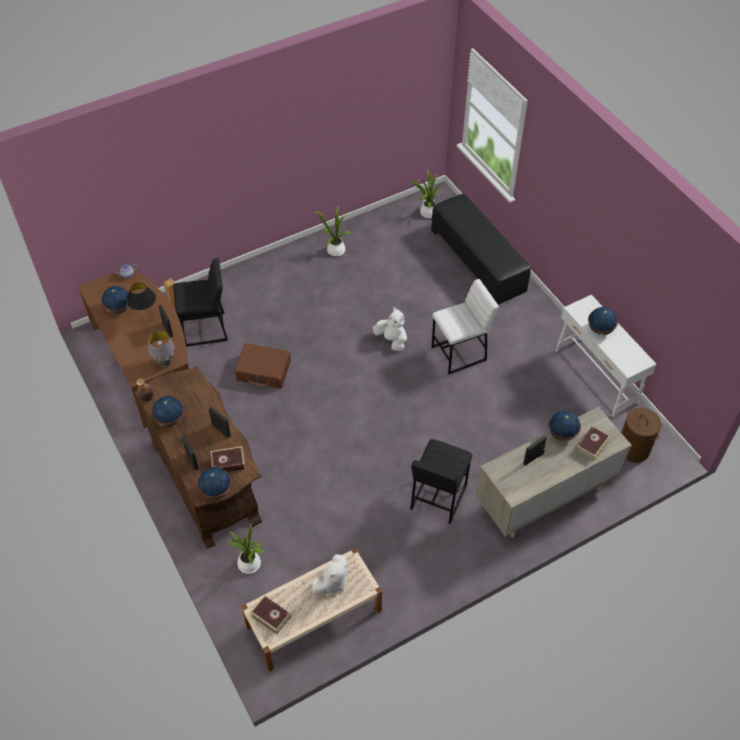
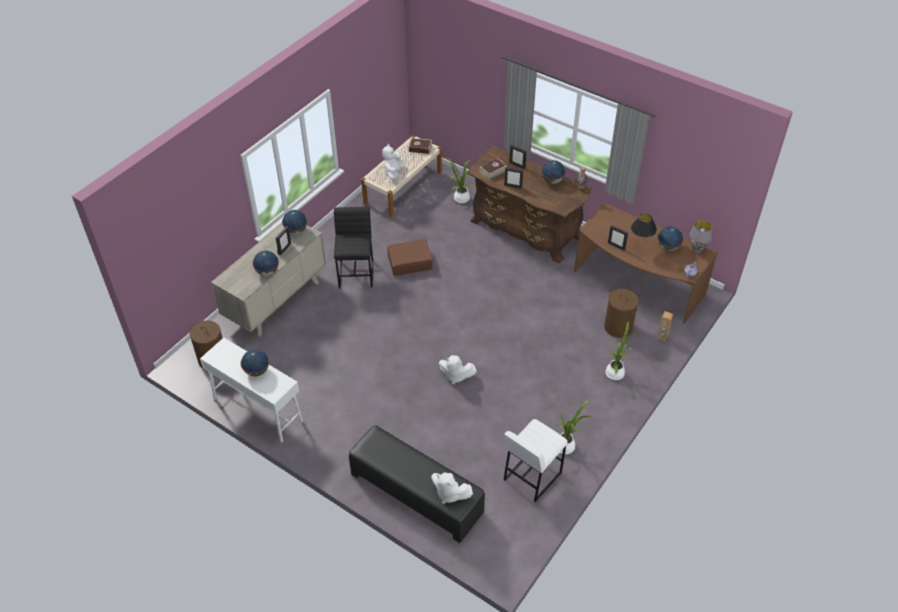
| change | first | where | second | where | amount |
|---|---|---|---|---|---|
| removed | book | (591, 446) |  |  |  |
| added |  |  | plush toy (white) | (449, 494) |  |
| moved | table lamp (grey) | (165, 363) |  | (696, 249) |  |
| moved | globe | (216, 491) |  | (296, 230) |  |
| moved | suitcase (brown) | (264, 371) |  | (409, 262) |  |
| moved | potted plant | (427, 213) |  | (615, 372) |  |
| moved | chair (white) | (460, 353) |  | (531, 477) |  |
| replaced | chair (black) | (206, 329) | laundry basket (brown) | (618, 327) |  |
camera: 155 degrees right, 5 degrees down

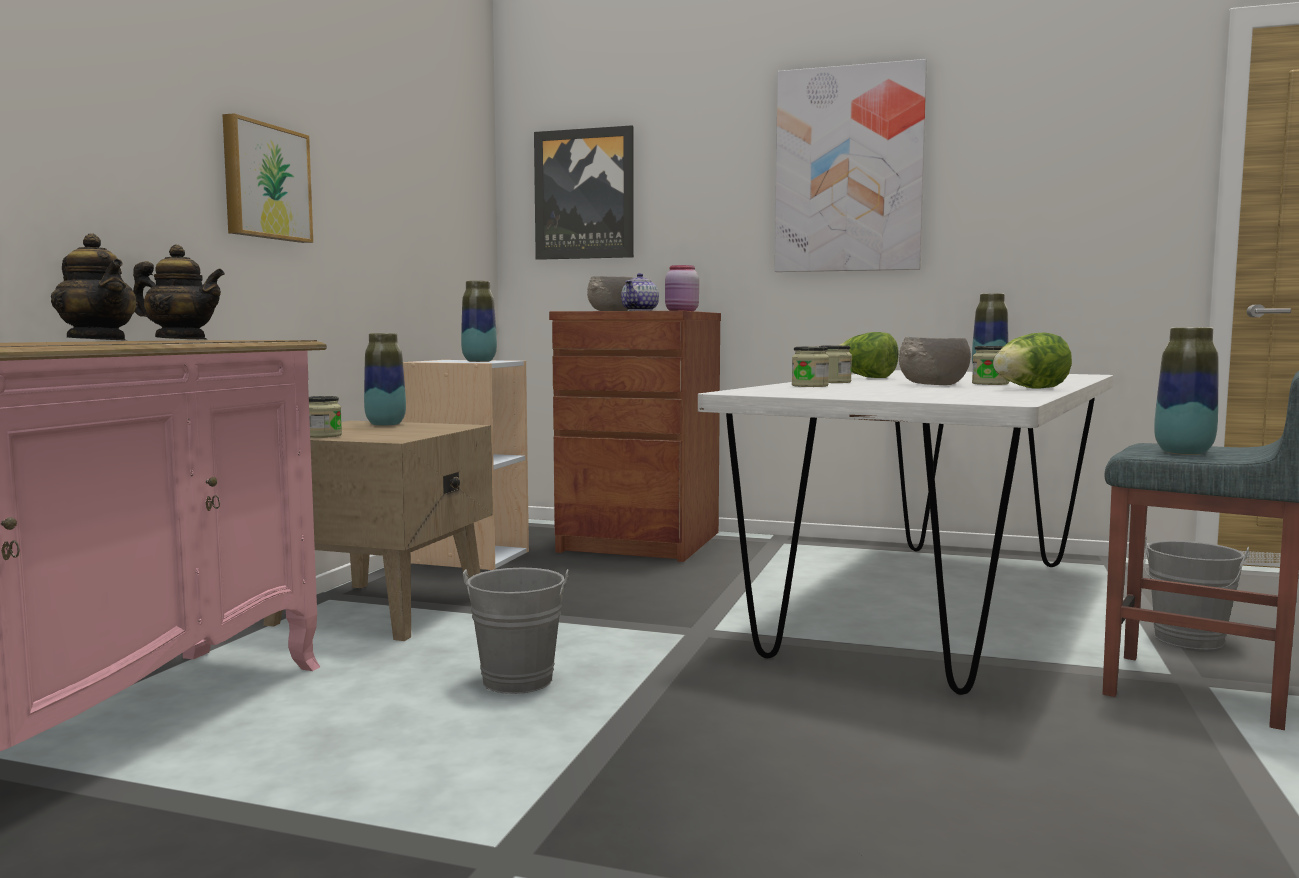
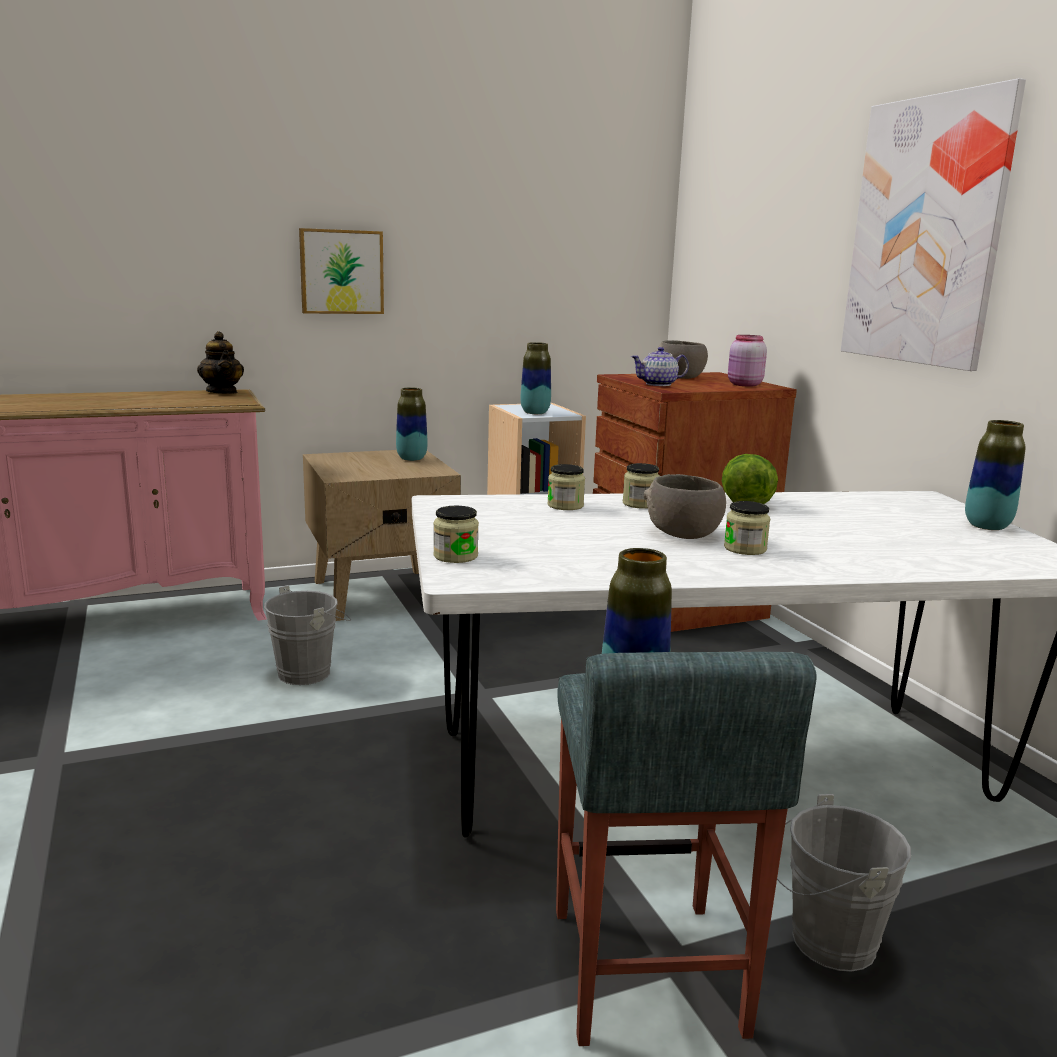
| change | first | where | second | where | amount |
|---|---|---|---|---|---|
| removed | teapot | (98, 340) |  |  |  |
| removed | picture | (584, 194) |  |  |  |
| removed | lettuce | (1029, 389) |  |  |  |
| moved | jar | (323, 435) |  | (455, 556) |  |
camera: 50 degrees right, 10 degrees up

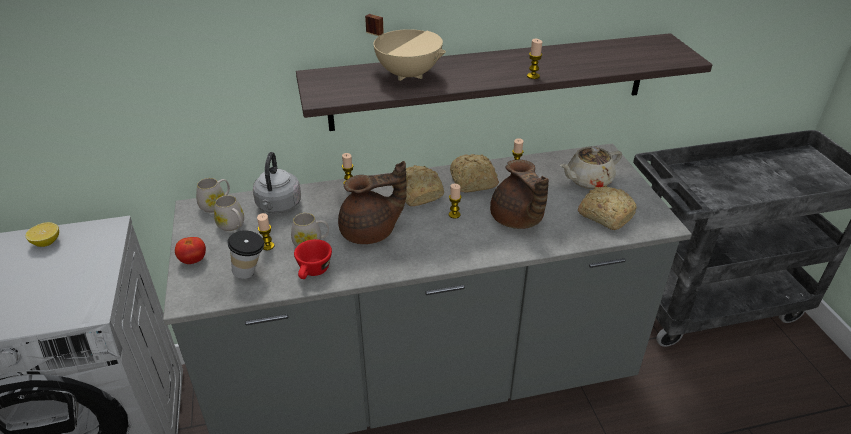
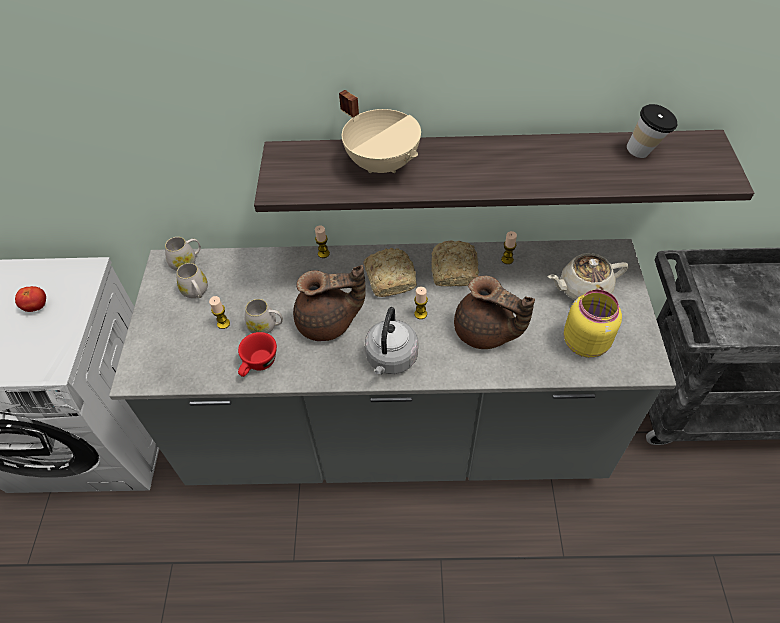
| change | first | where | second | where | amount |
|---|---|---|---|---|---|
| removed | lemon | (47, 242) |  |  |  |
| removed | candle | (533, 76) |  |  |  |
| moved | tomato | (193, 260) |  | (36, 306) |  |
| moved | cup | (251, 272) |  | (645, 152) |  |
| moved | kettle (grey) | (278, 206) |  | (391, 359) |  |
| replaced | bread | (605, 215) | jar (yellow) | (585, 341) |  |
| turned | teapot (brown) | (517, 220) |  | (485, 332) | 45 degrees counterclockwise |
camera: 15 degrees right, 15 degrees up

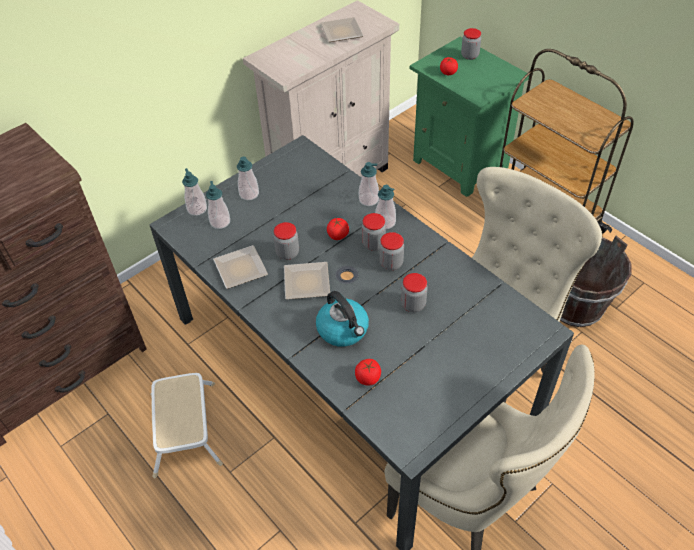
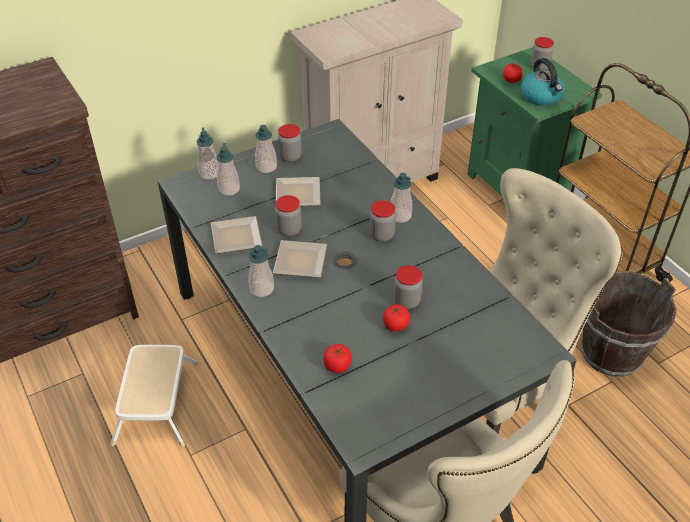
| change | first | where | second | where | amount |
|---|---|---|---|---|---|
| moved | kettle | (343, 330) |  | (541, 96) |  |
| moved | plate | (343, 33) |  | (299, 195) |  |
| moved | tomato | (338, 235) |  | (395, 325) |  |
| moved | soap dispenser | (368, 200) |  | (261, 289) |  |
| moved | jar | (391, 263) |  | (290, 156) |  |
camera: 10 degrees right, 5 degrees down

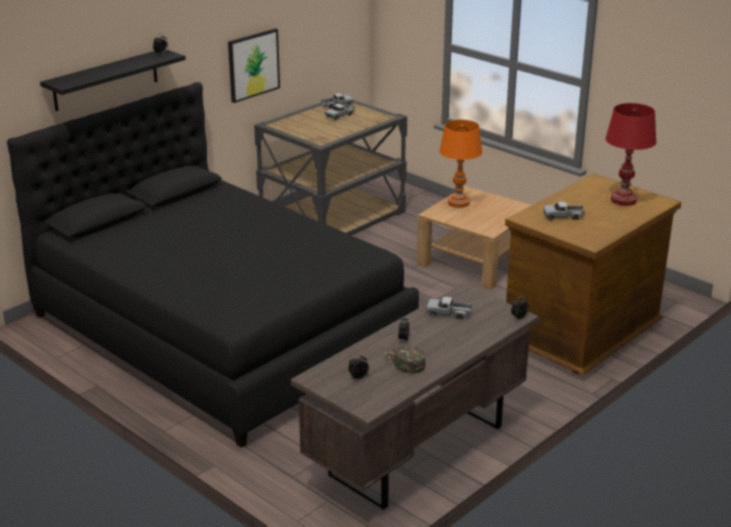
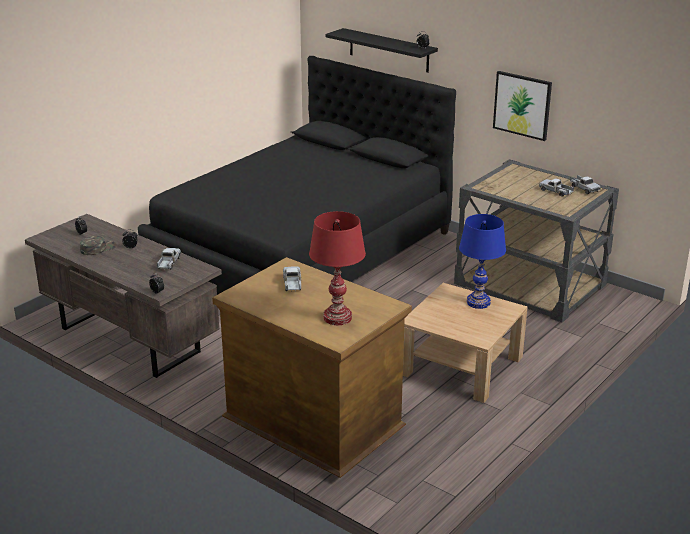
| change | first | where | second | where | amount |
|---|---|---|---|---|---|
| recoloured | table lamp (orange) | (458, 203) | table lamp (blue) | (478, 302) |  |
camera: 85 degrees right, 0 degrees up

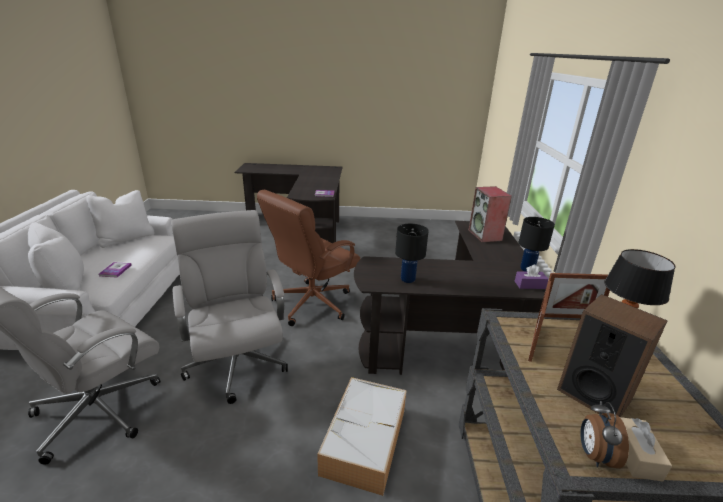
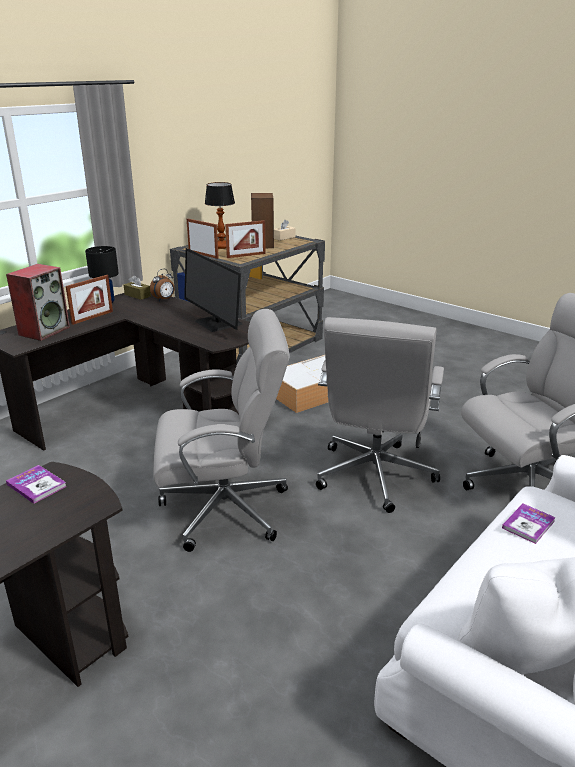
| change | first | where | second | where | amount |
|---|---|---|---|---|---|
| added |  |  | picture frame | (92, 317) |  |
| moved | alarm clock | (594, 455) |  | (164, 299) |  |
| replaced | table lamp (black) | (407, 280) | monitor | (217, 323) |  |
| recoloured | office chair (brown) | (313, 303) | office chair (grey) | (224, 509) |  |
| recoloured | tissue box (purple) | (529, 285) | tissue box (brown) | (137, 295) |  |
camera: 140 degrees left, 0 degrees up

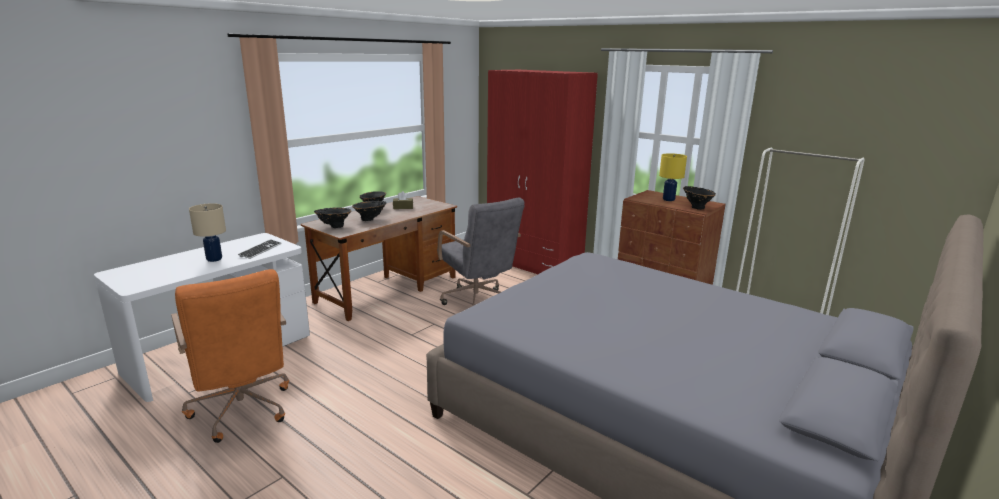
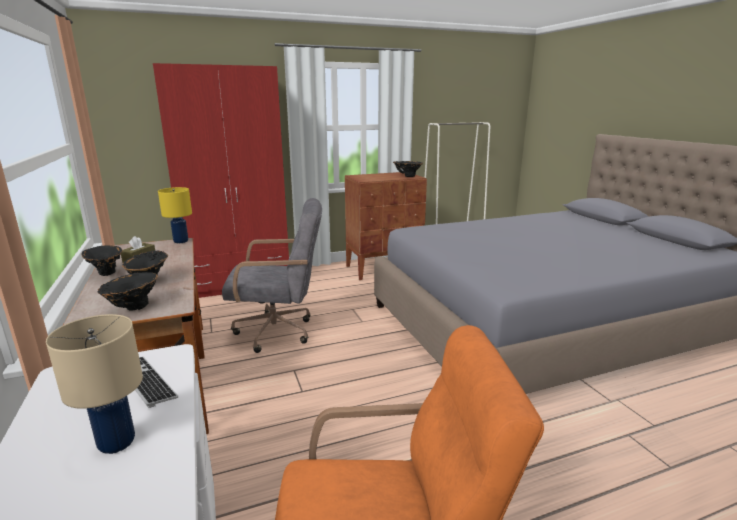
| change | first | where | second | where | amount |
|---|---|---|---|---|---|
| moved | table lamp (yellow) | (668, 200) |  | (180, 241) |  |
camera: 60 degrees left, 0 degrees up

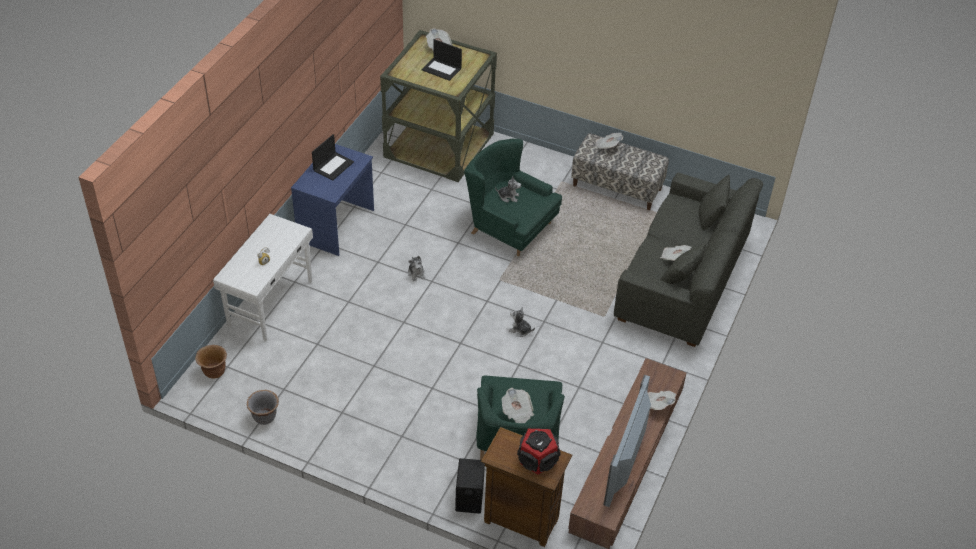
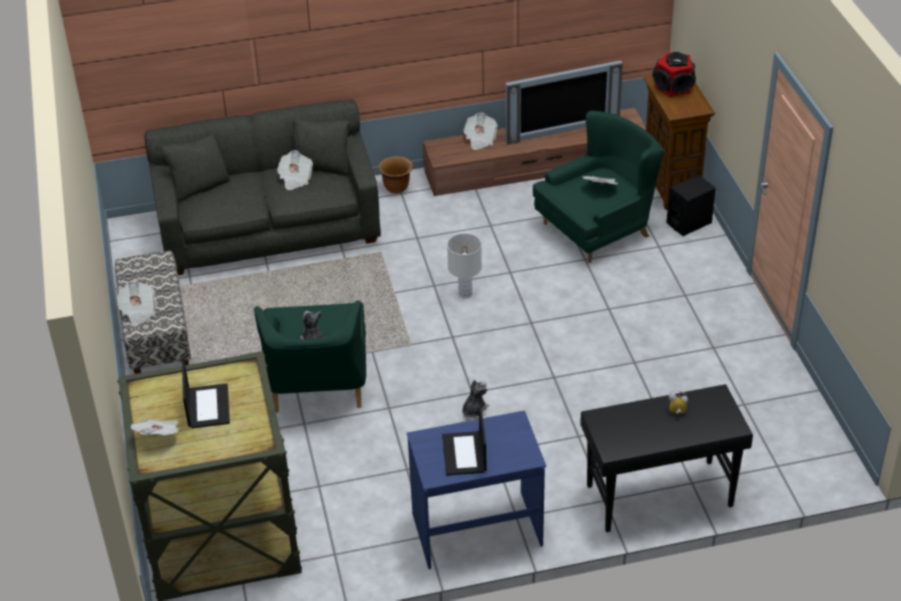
| change | first | where | second | where | amount |
|---|---|---|---|---|---|
| removed | planter (grey) | (265, 417) |  |  |  |
| moved | planter (brown) | (214, 372) |  | (396, 188) |  |
| replaced | plush toy | (520, 330) | table lamp (white) | (465, 294) |  |
| recoloured | console table (white) | (270, 303) | console table (black) | (658, 497) |  |
| turned | laptop | (333, 166) |  | (464, 454) | 90 degrees counterclockwise |
camera: 125 degrees left, 5 degrees down

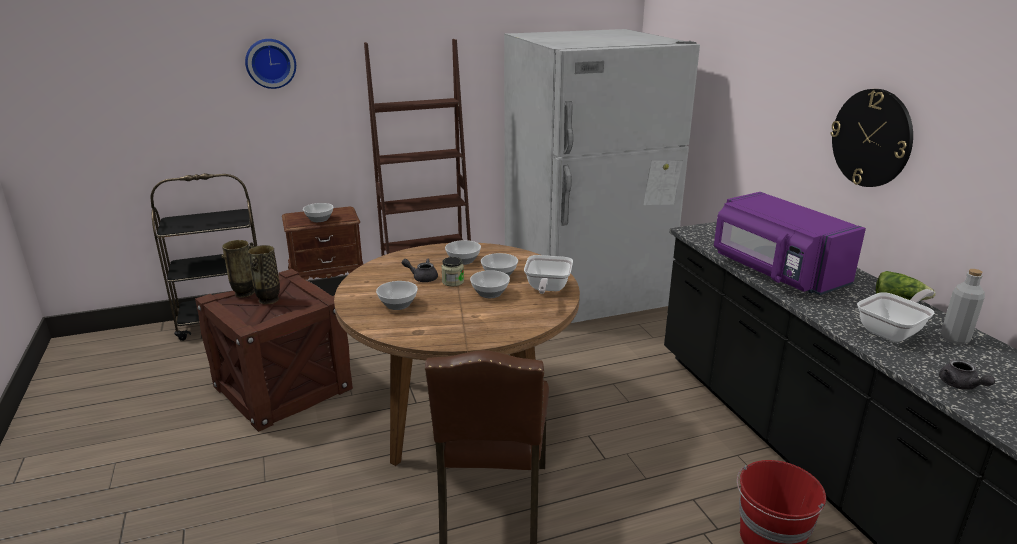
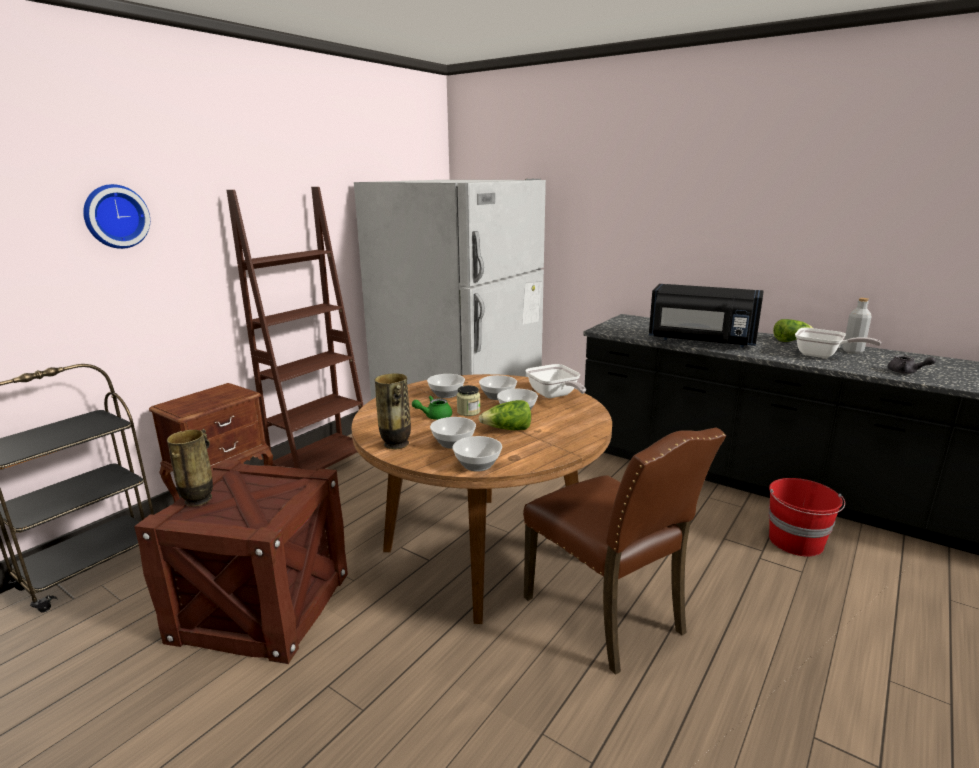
| change | first | where | second | where | amount |
|---|---|---|---|---|---|
| removed | wall clock | (871, 138) |  |  |  |
| added |  |  | lettuce | (507, 430) |  |
| moved | vase | (268, 300) |  | (396, 444) |  |
| moved | bowl | (319, 219) |  | (478, 465) |  |
| recoloured | teapot (grey) | (422, 278) | teapot (green) | (434, 416) |  |
| recoloured | microwave (purple) | (775, 272) | microwave (black) | (701, 341) |  |
| turned | frying pan | (893, 331) |  | (822, 355) | 105 degrees clockwise |
camera: 35 degrees left, 5 degrees down

